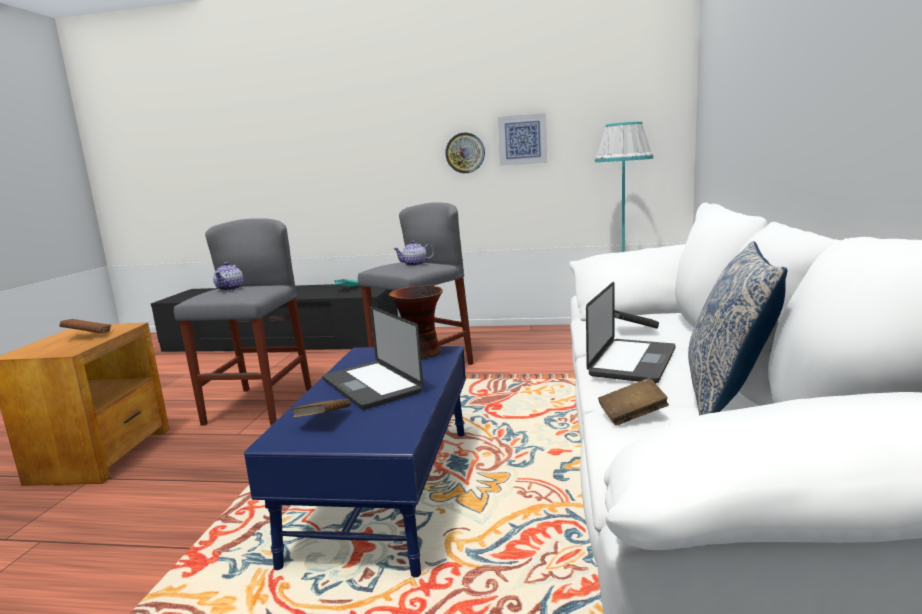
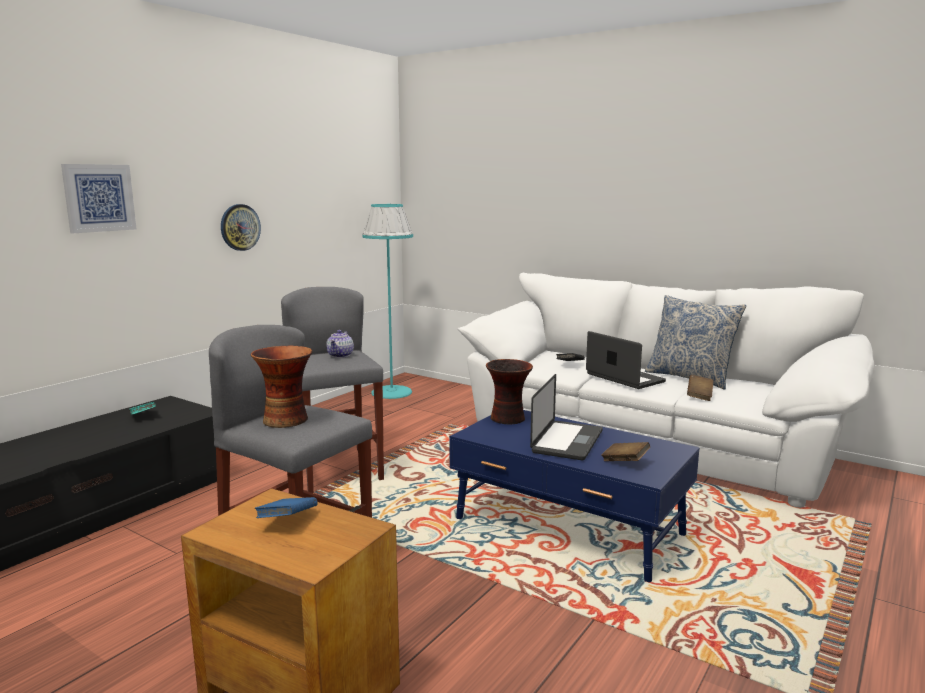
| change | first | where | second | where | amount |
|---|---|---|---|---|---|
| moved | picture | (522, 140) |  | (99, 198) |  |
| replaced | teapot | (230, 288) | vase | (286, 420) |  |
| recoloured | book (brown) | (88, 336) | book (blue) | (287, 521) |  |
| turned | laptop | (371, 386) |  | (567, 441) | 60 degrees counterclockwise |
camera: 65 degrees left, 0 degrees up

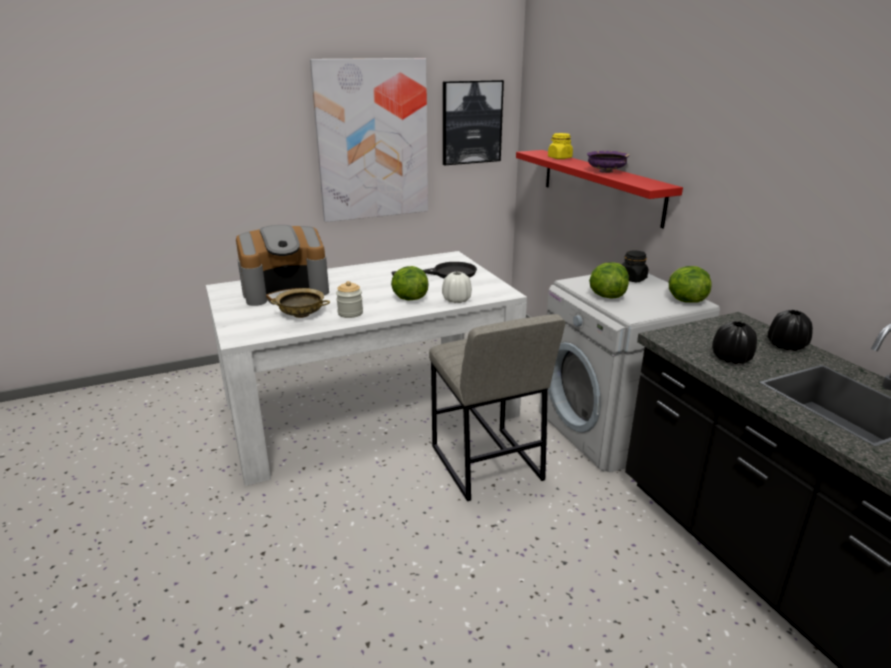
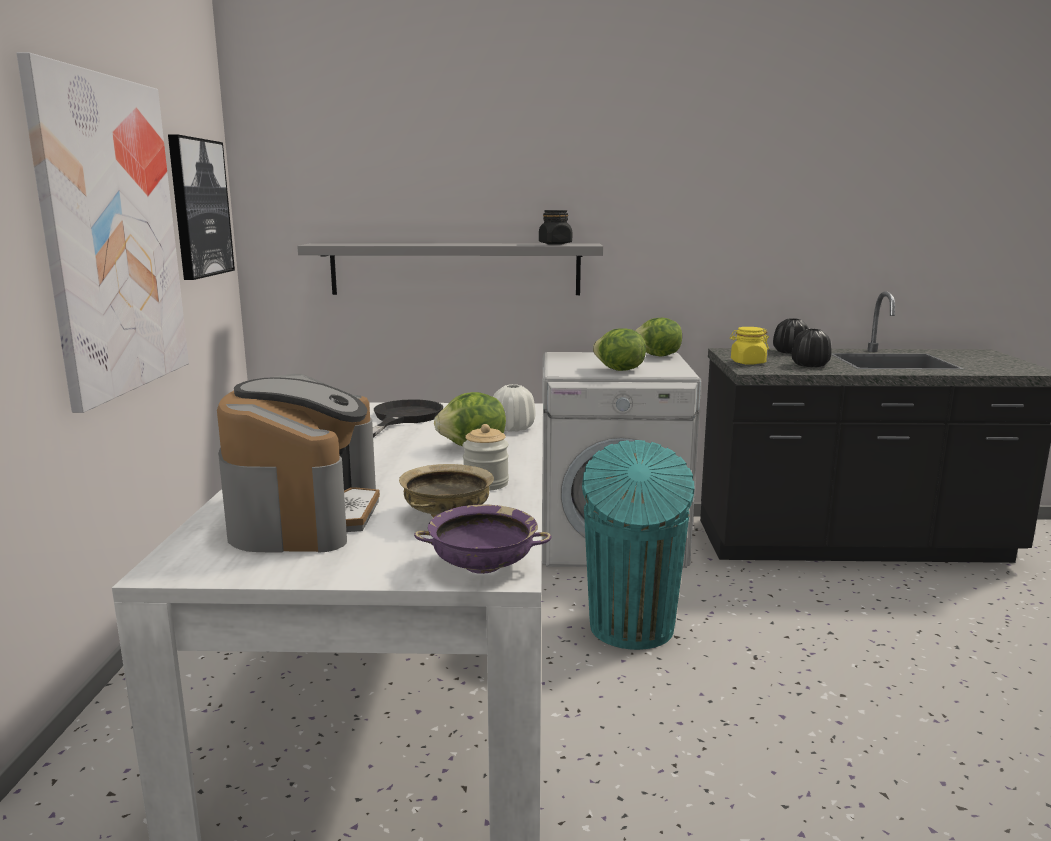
| change | first | where | second | where | amount |
|---|---|---|---|---|---|
| moved | jar (yellow) | (559, 158) |  | (747, 362) |  |
| moved | bowl (purple) | (606, 171) |  | (484, 566) |  |
| moved | jar (black) | (632, 279) |  | (555, 244) |  |
| replaced | chair (grey) | (487, 464) | trash can (turquoise) | (631, 629) |  |
| recoloured | shelf (red) | (600, 185) | shelf (grey) | (455, 269) |  |
camera: 65 degrees left, 10 degrees down

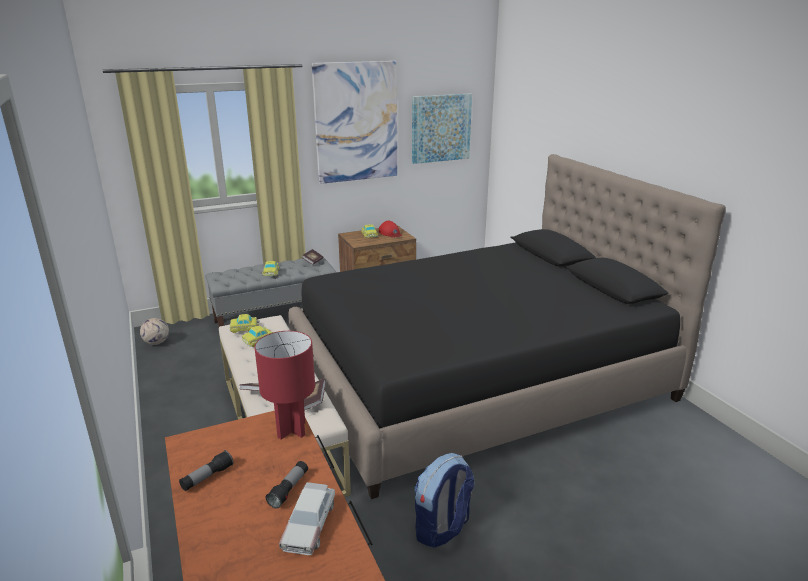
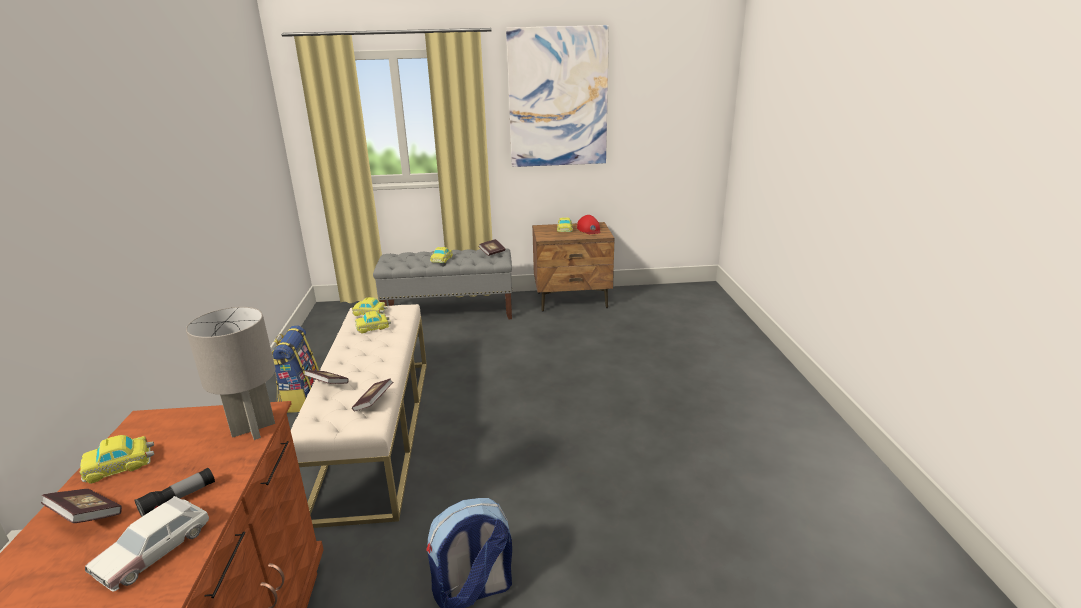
| change | first | where | second | where | amount |
|---|---|---|---|---|---|
| removed | football | (157, 342) |  |  |  |
| removed | bed (black) | (478, 379) |  |  |  |
| removed | picture | (440, 128) |  |  |  |
| added |  |  | book | (86, 516) |  |
| added |  |  | backpack | (301, 399) |  |
| replaced | flashlight | (207, 477) | toy car | (120, 465) |  |
| recoloured | table lamp (red) | (291, 429) | table lamp (grey) | (254, 428) |  |
camera: 20 degrees right, 0 degrees up

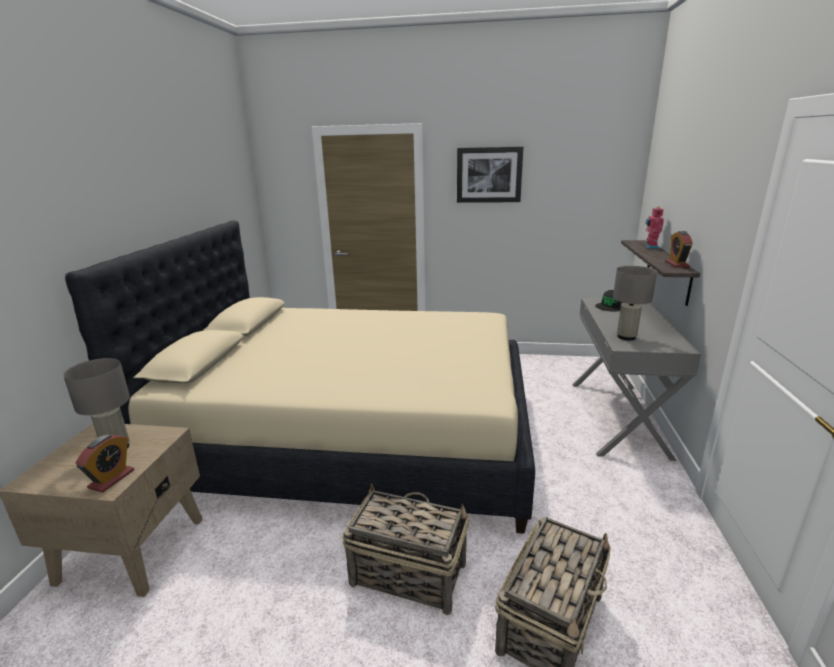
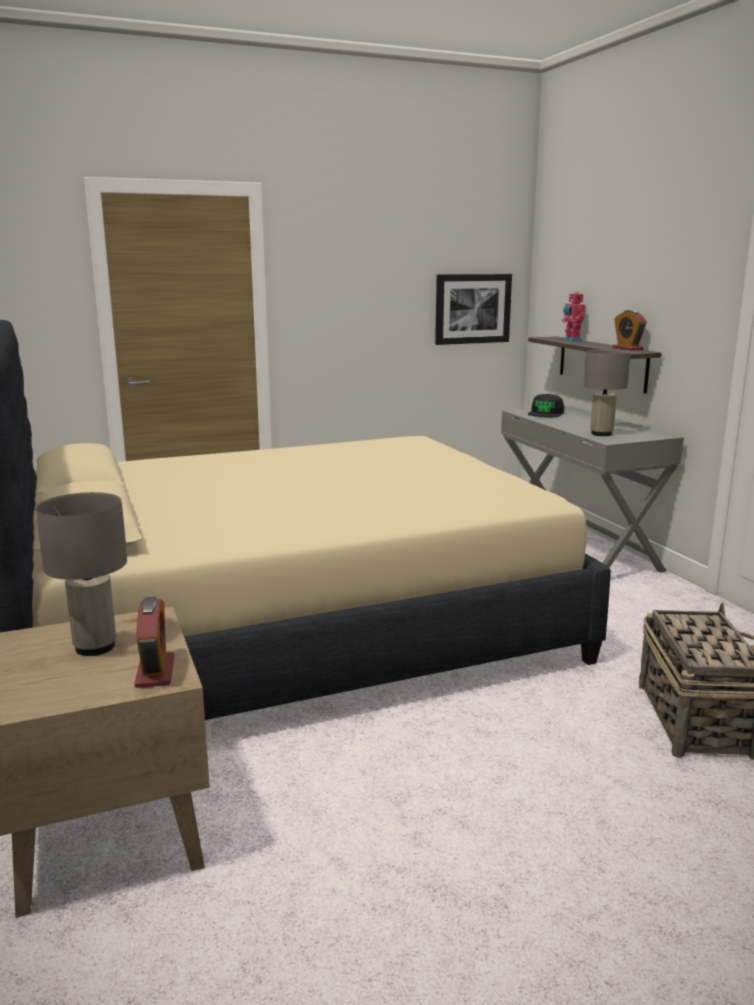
| change | first | where | second | where | amount |
|---|---|---|---|---|---|
| removed | basket | (407, 573) |  |  |  |
| moved | picture | (489, 175) |  | (472, 309) |  |
camera: 30 degrees left, 5 degrees down

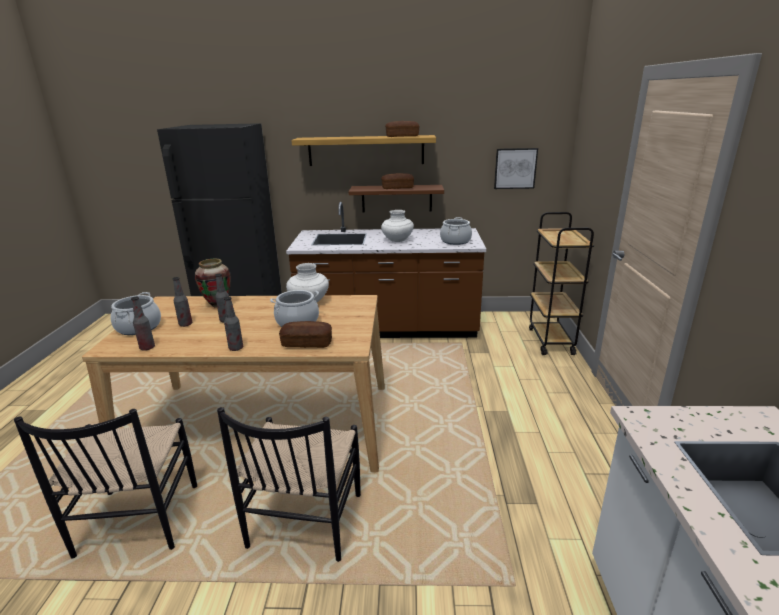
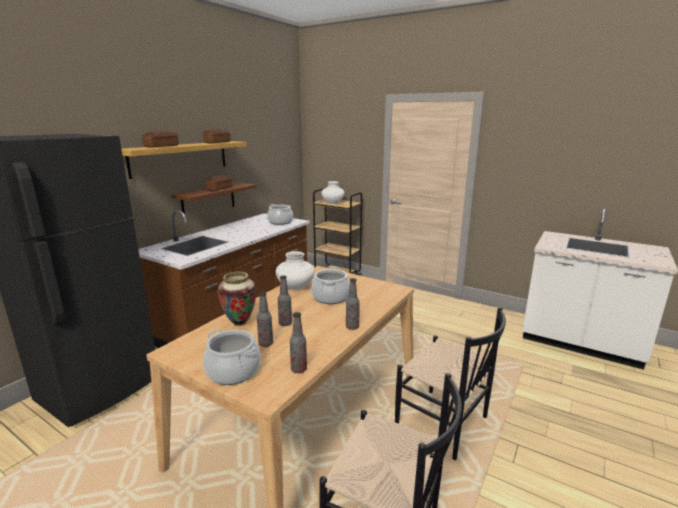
| change | first | where | second | where | amount |
|---|---|---|---|---|---|
| removed | picture | (515, 168) |  |  |  |
| moved | bread | (307, 343) |  | (161, 146) |  |
| moved | vase (white) | (397, 240) |  | (333, 203) |  |
camera: 60 degrees left, 5 degrees down

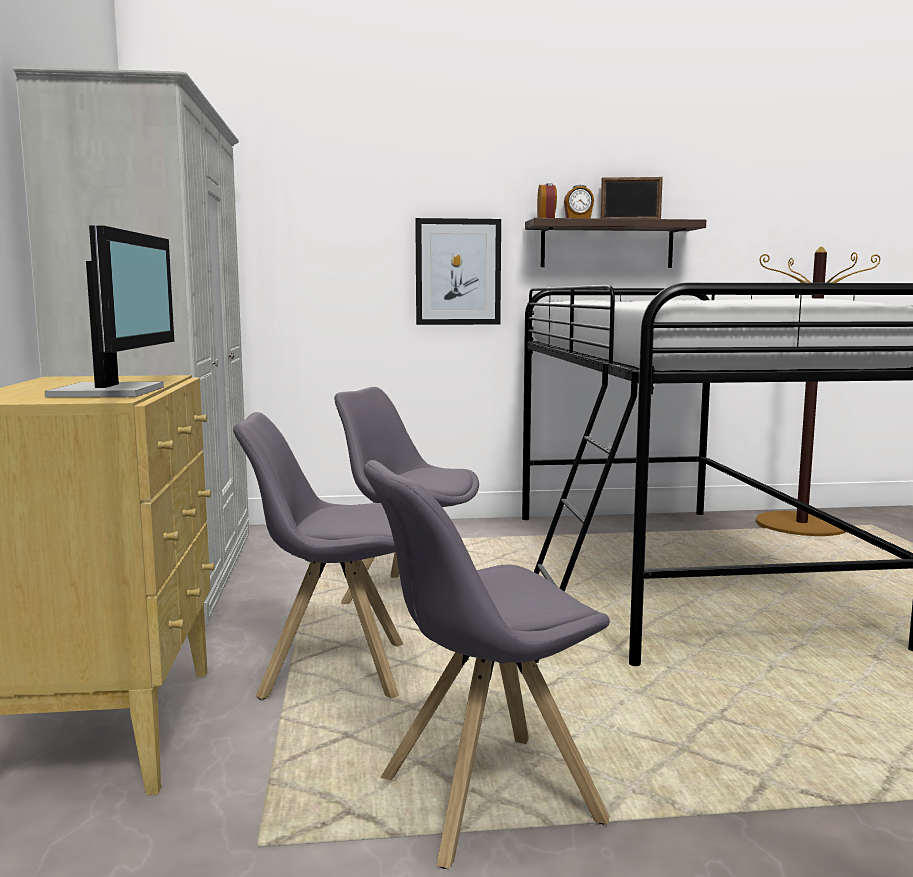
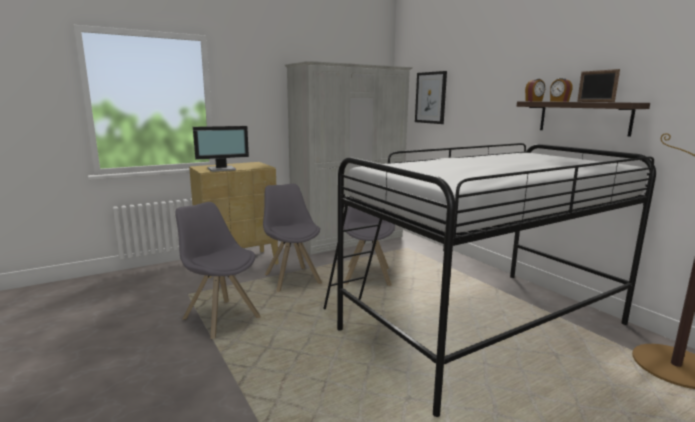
| change | first | where | second | where | amount |
|---|---|---|---|---|---|
| moved | picture | (458, 272) |  | (431, 97) |  |
camera: 65 degrees right, 5 degrees up

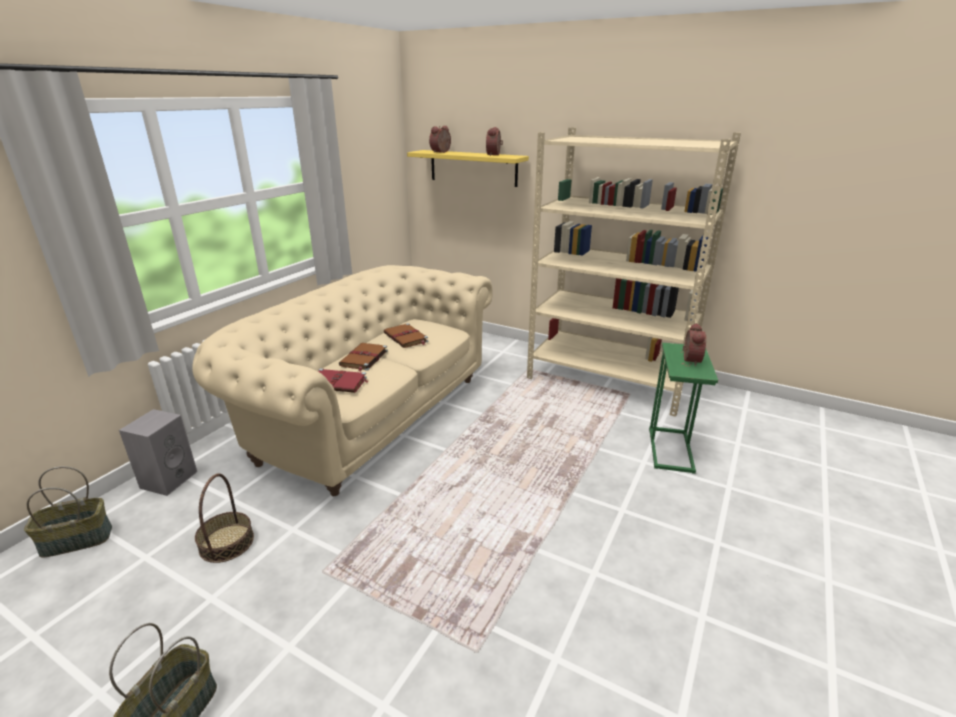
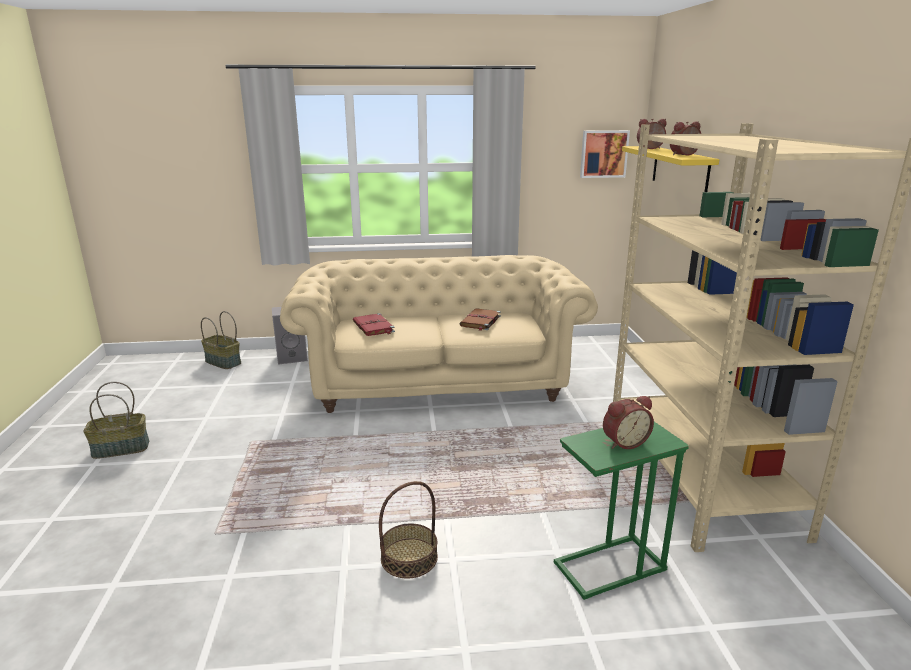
| change | first | where | second | where | amount |
|---|---|---|---|---|---|
| removed | book (brown) | (363, 358) |  |  |  |
| added |  |  | picture | (603, 154) |  |
| moved | basket | (226, 543) |  | (409, 557) |  |
camera: 55 degrees right, 5 degrees down

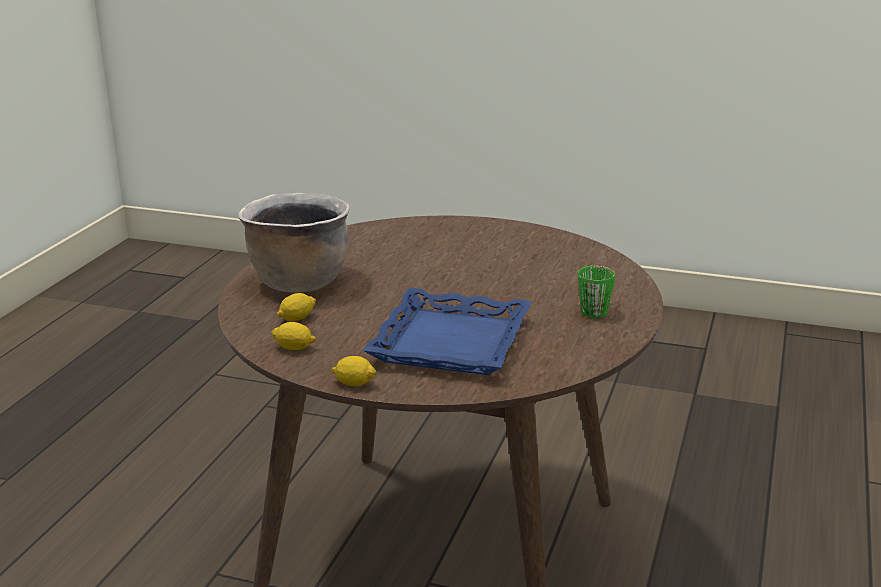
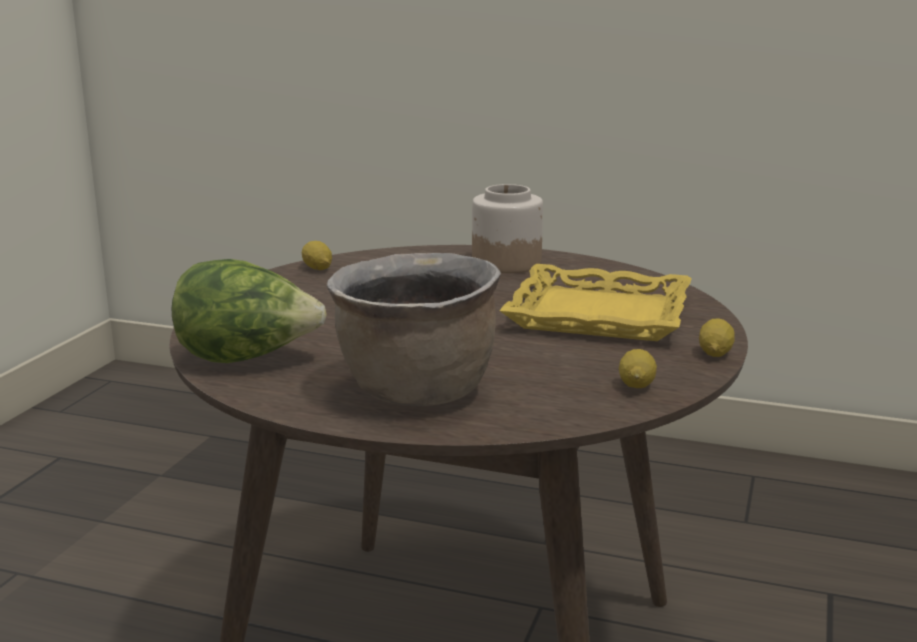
| change | first | where | second | where | amount |
|---|---|---|---|---|---|
| added |  |  | lettuce | (247, 359) |  |
| moved | lemon | (297, 318) |  | (317, 268) |  |
| replaced | mug (green) | (598, 309) | jar | (506, 263) |  |
| recoloured | tray (blue) | (449, 342) | tray (yellow) | (598, 315) |  |
camera: 90 degrees left, 5 degrees down

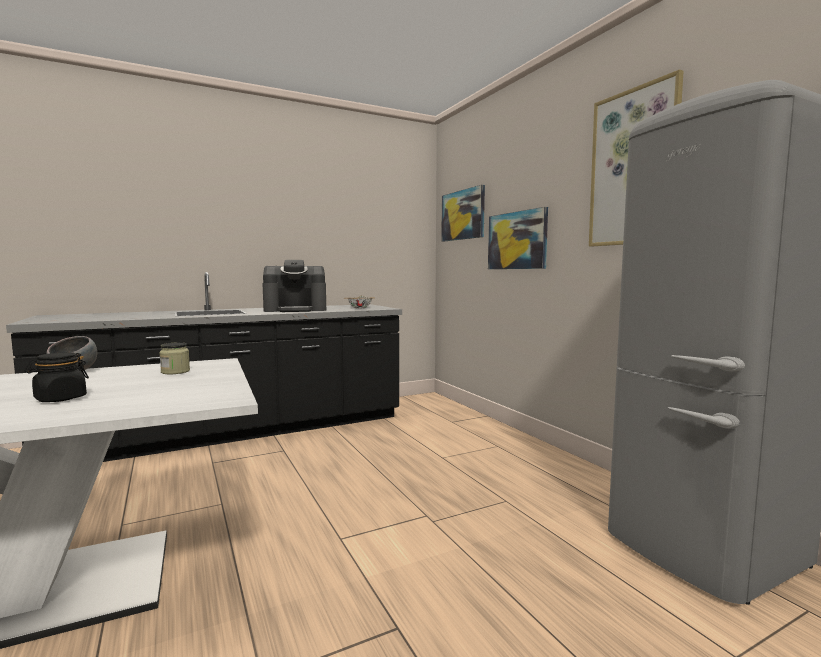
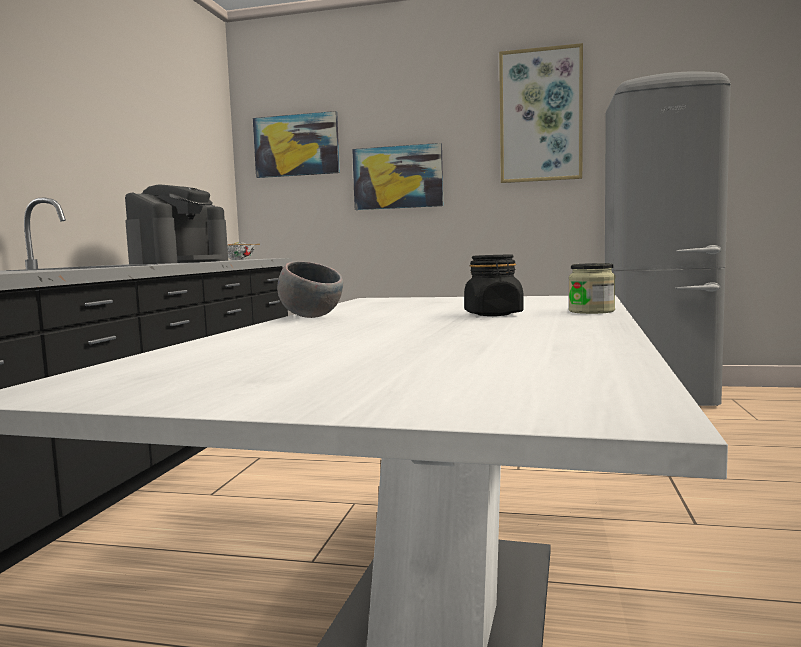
| change | first | where | second | where | amount |
|---|---|---|---|---|---|
| moved | jar | (175, 371) |  | (591, 311) |  |
camera: 50 degrees left, 0 degrees up

